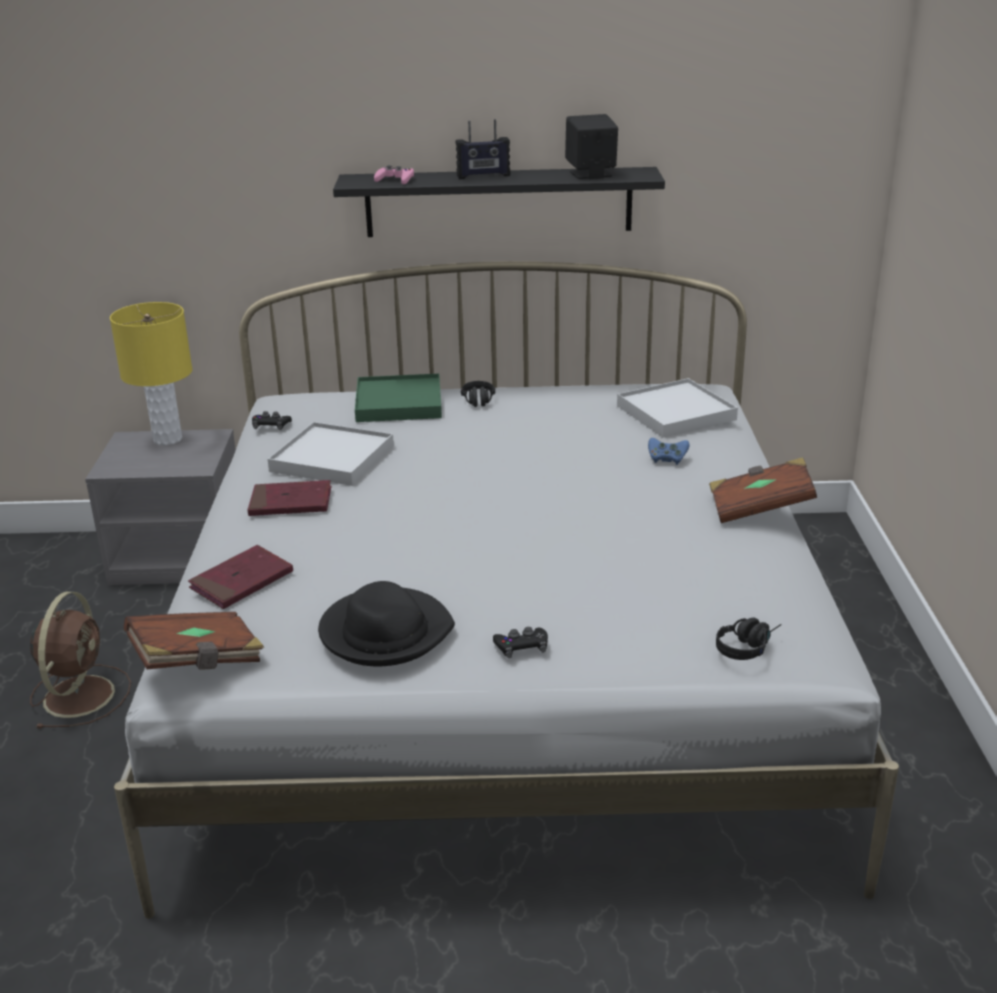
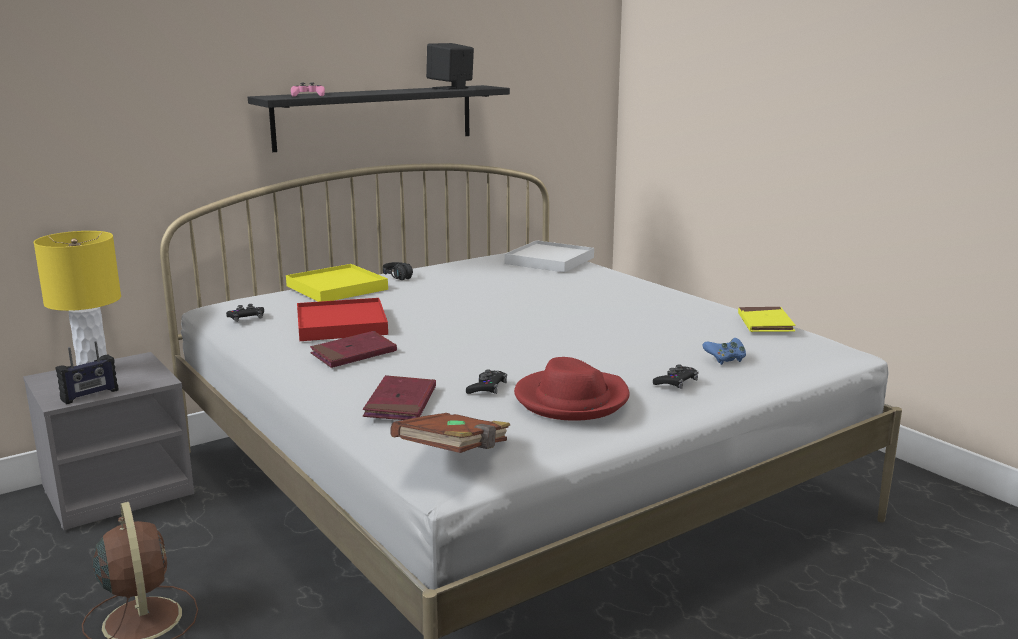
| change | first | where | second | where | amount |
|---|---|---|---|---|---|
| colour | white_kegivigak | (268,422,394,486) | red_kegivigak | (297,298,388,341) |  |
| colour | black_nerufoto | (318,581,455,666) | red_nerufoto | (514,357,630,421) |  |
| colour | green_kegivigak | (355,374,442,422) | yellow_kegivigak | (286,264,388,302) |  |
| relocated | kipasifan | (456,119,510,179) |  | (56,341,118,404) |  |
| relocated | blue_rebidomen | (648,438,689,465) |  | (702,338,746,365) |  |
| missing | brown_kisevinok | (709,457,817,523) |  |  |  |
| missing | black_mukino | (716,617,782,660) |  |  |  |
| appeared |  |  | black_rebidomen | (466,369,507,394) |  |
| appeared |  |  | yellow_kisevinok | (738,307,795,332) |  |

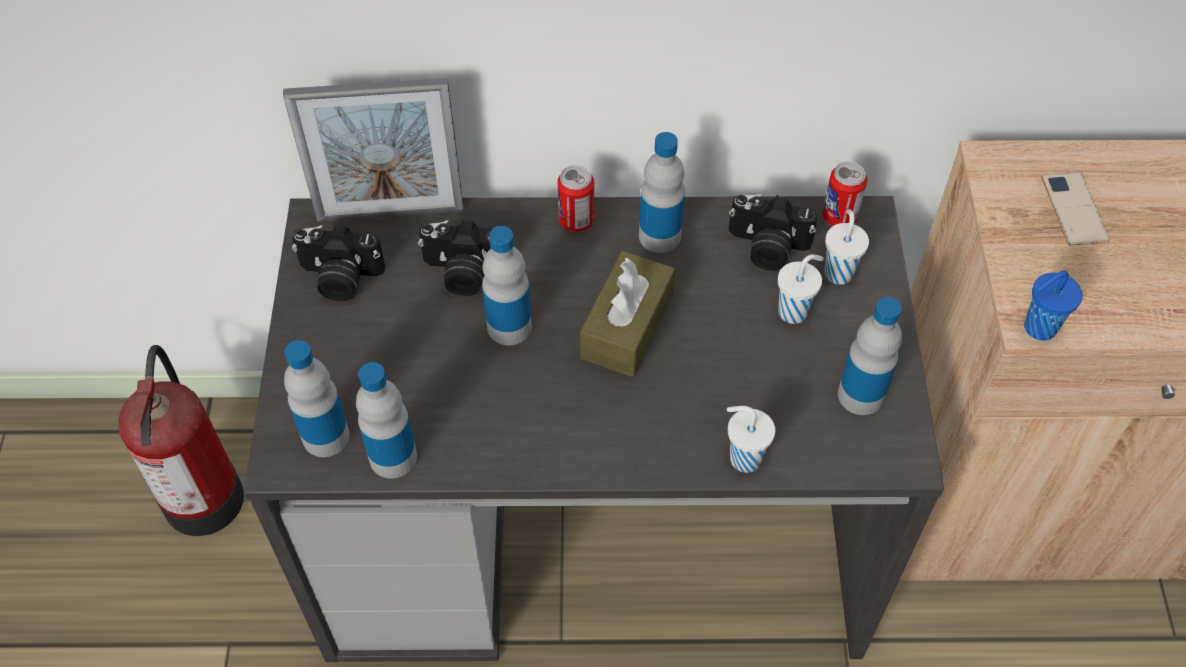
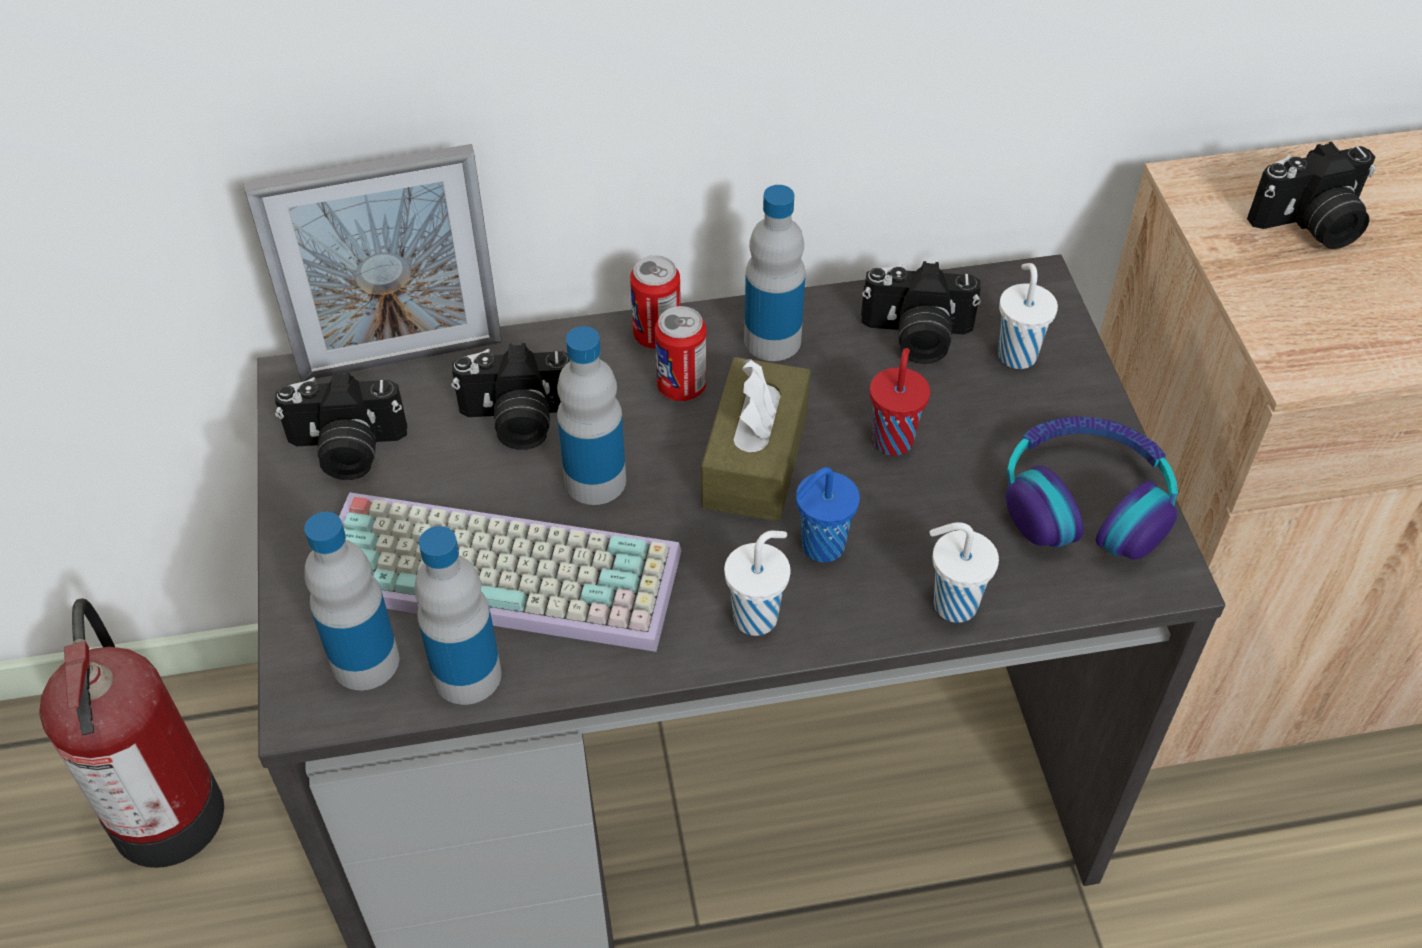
| change | first | where | second | where | amount |
|---|---|---|---|---|---|
| relocated | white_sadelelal | (778,254,824,324) |  | (724,531,790,636) |  |
| relocated | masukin | (822,162,867,226) |  | (655,306,706,401) |  |
| exchanged | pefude | (838,297,902,415) | mukino | (1006,416,1178,560) |  |
| relocated | blue_sadelelal | (1024,271,1083,341) |  | (795,467,860,562) |  |
| exchanged | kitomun | (1042,172,1110,246) | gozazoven | (1247,142,1376,249) |  |
| appeared |  |  | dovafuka | (310,492,682,652) |  |
| appeared |  |  | red_sadelelal | (870,348,930,456) |  |

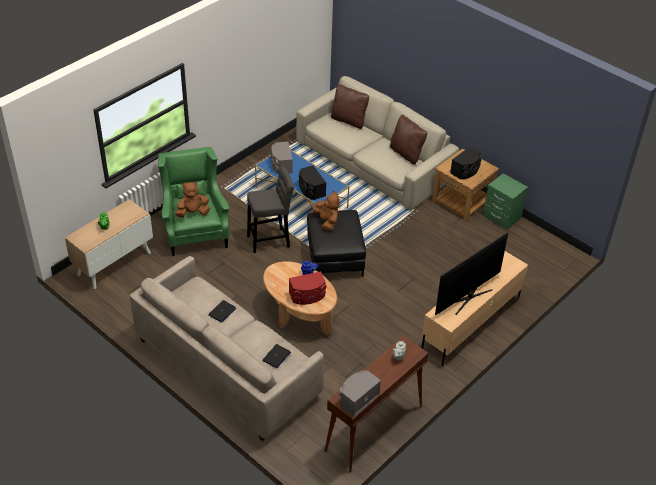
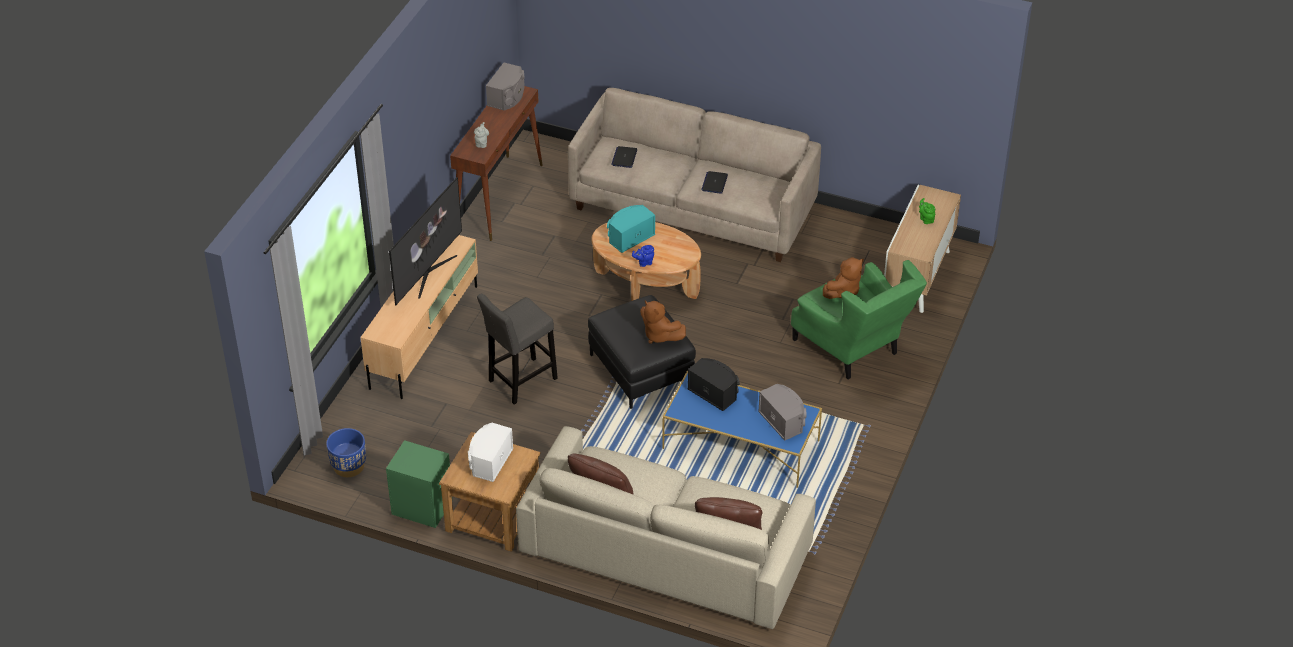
| change | first | where | second | where | amount |
|---|---|---|---|---|---|
| relocated | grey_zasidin | (247,167,294,253) |  | (477,294,558,405) |  |
| colour | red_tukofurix | (289,271,327,305) | turquoise_tukofurix | (607,205,655,253) |  |
| colour | black_tukofurix | (450,146,482,179) | white_tukofurix | (468,423,513,482) |  |
| appeared |  |  | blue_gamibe | (326,428,366,477) |  |

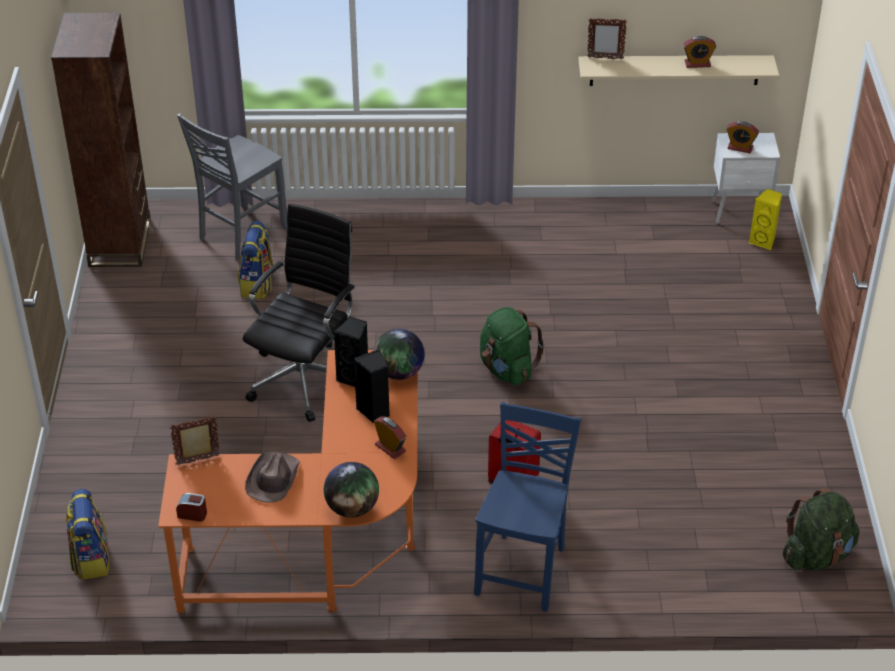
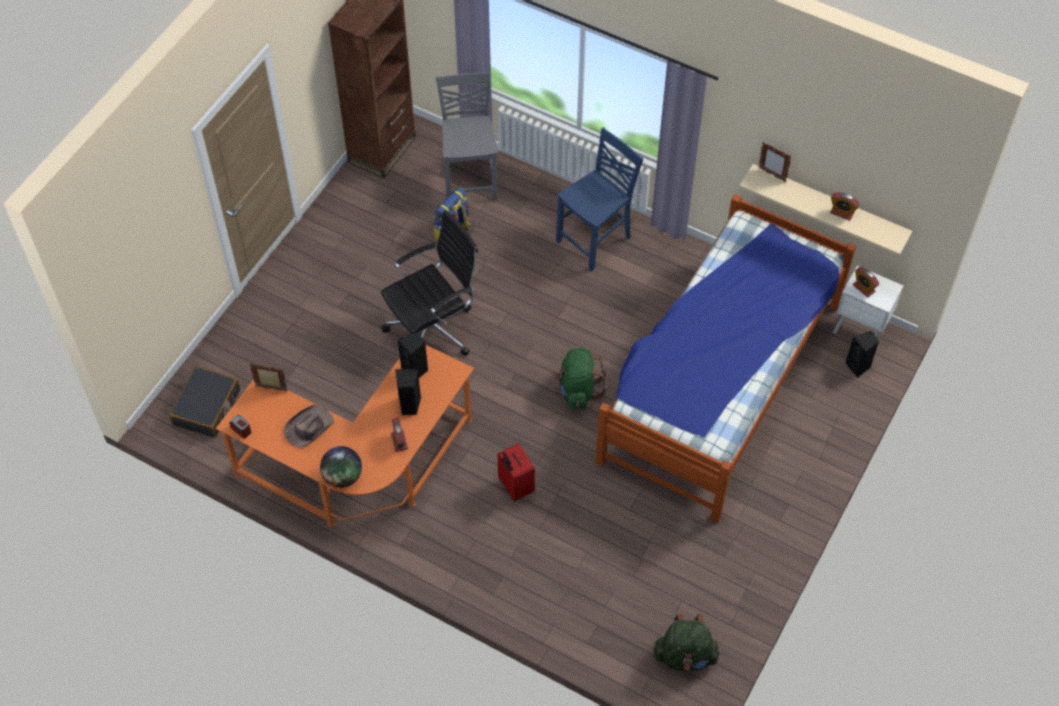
| change | first | where | second | where | amount |
|---|---|---|---|---|---|
| exchanged | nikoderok | (66,489,109,579) | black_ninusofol | (169,366,240,438) |  |
| spun | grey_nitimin | (177,113,288,260) |  | (436,73,498,201) | 105 degrees clockwise |
| missing | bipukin | (374,329,424,380) |  |  |  |
| relocated | blue_nitimin | (474,402,581,612) |  | (556,127,643,271) |  |
| colour | yellow_tukofurix | (749,189,782,250) | black_tukofurix | (846,331,879,378) |  |
| appeared |  |  | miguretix | (595,194,856,523) |  |

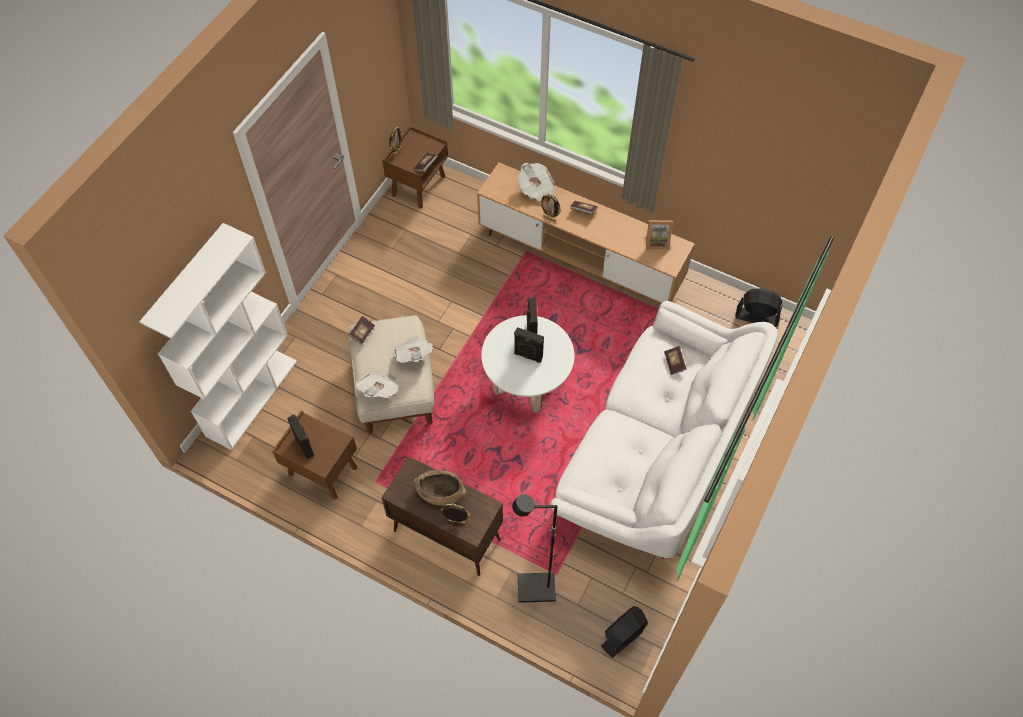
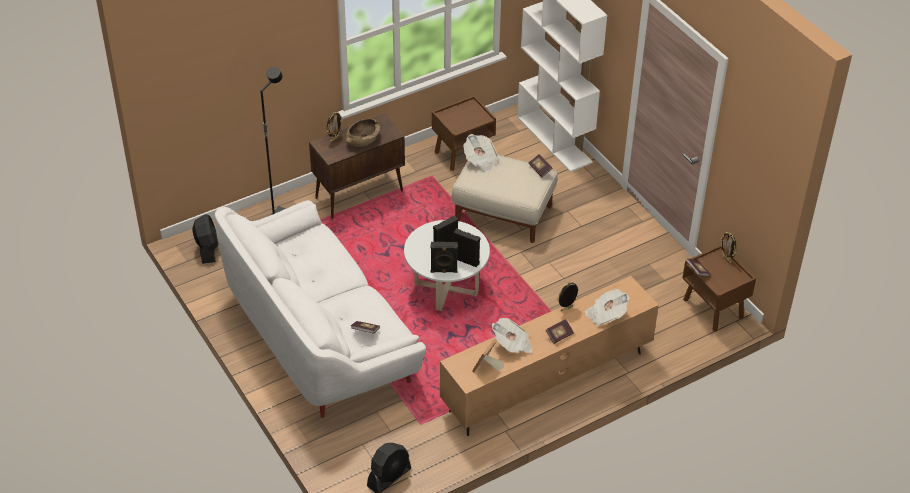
| change | first | where | second | where | amount |
|---|---|---|---|---|---|
| relocated | black_tukofurix | (287,414,314,459) |  | (431,242,458,273) |  |
| relocated | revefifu | (394,336,433,363) |  | (492,318,532,354) |  |

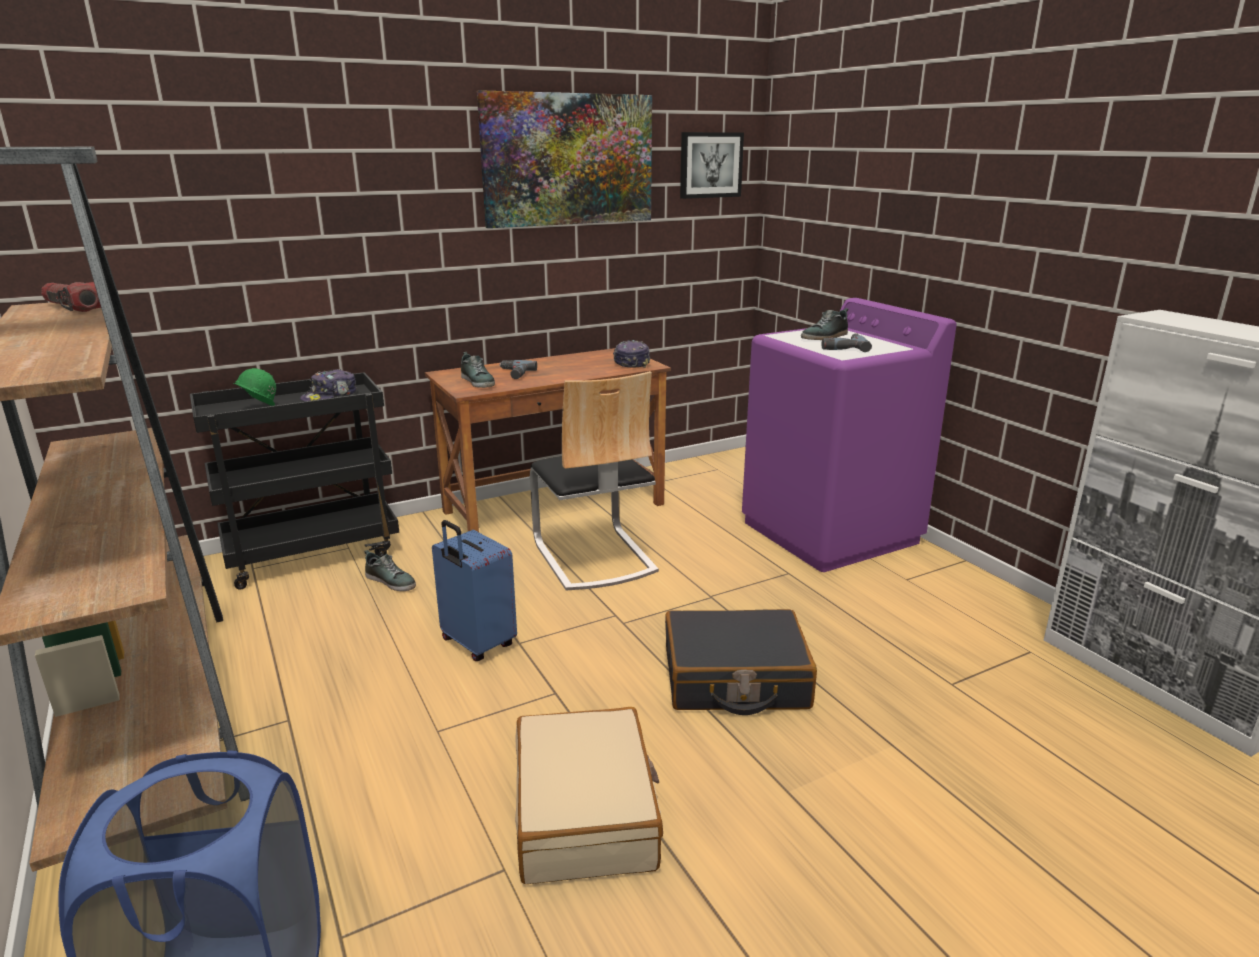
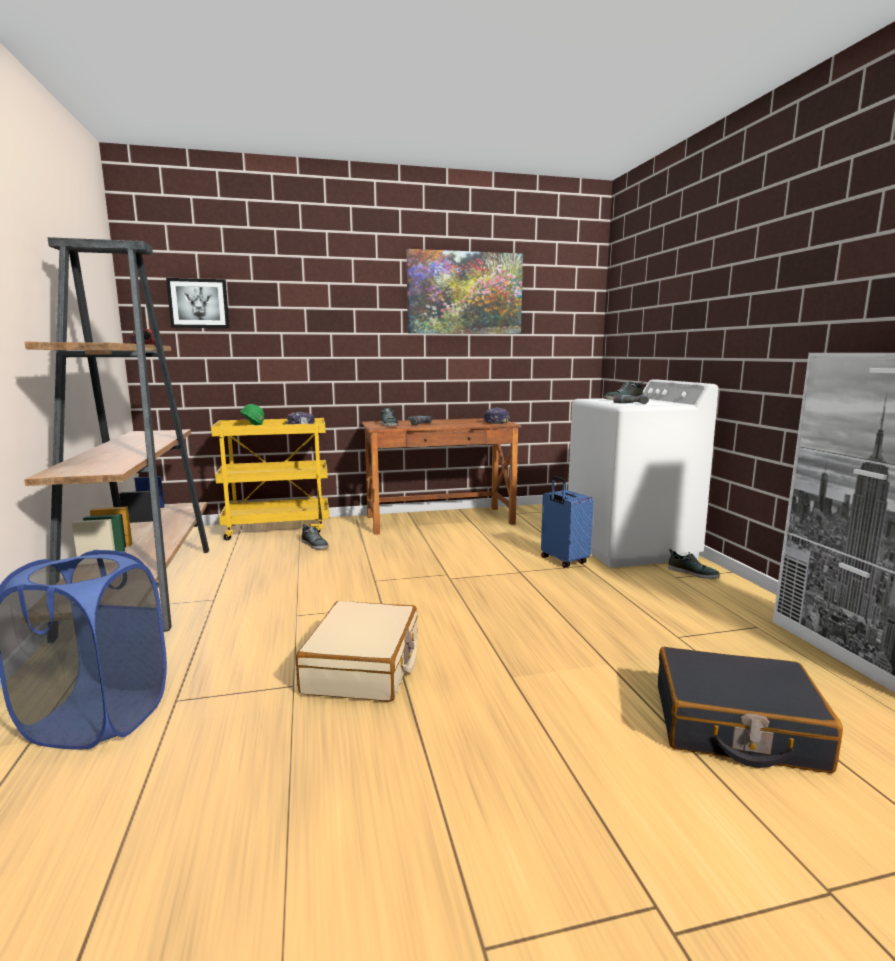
| change | first | where | second | where | amount |
|---|---|---|---|---|---|
| colour | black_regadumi | (190,372,399,590) | yellow_regadumi | (211,418,330,540) |  |
| relocated | blue_ninusofol | (432,520,517,661) |  | (541,476,594,568) |  |
| missing | nitimin | (530,371,659,591) |  |  |  |
| relocated | black_ninusofol | (665,609,817,715) |  | (658,647,843,773) |  |
| relocated | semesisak | (680,132,744,199) |  | (166,278,229,328) |  |
| colour | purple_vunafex | (742,298,957,572) | white_vunafex | (568,379,719,568) |  |
| appeared |  |  | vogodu | (668,549,720,579) |  |

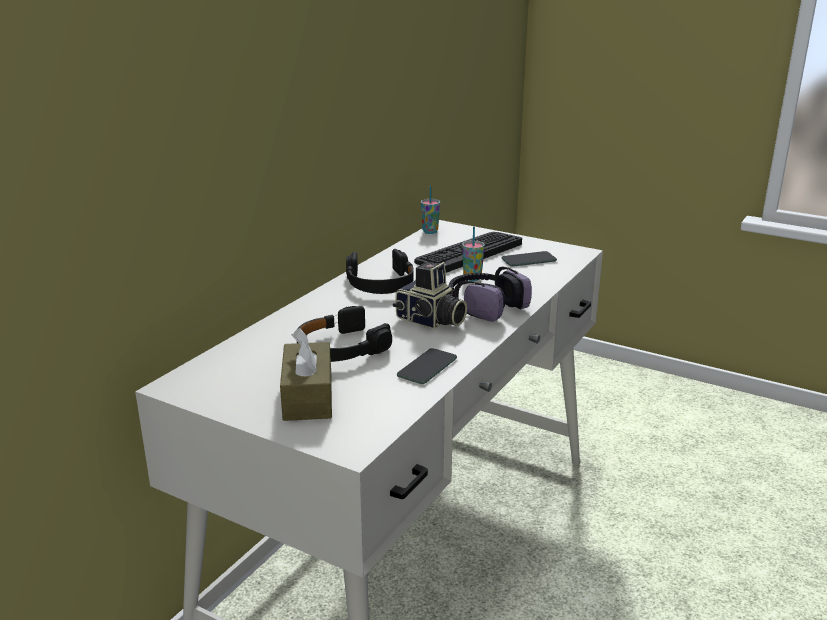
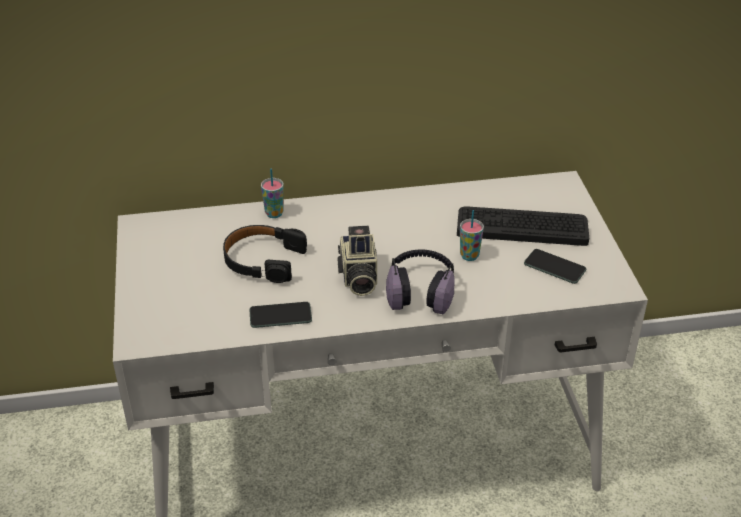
| change | first | where | second | where | amount |
|---|---|---|---|---|---|
| missing | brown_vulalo | (280,328,332,421) |  |  |  |
| missing | black_mukino | (346,249,414,294) |  |  |  |
| relocated | sadelelal | (421,186,440,234) |  | (261,169,284,218) |  |

